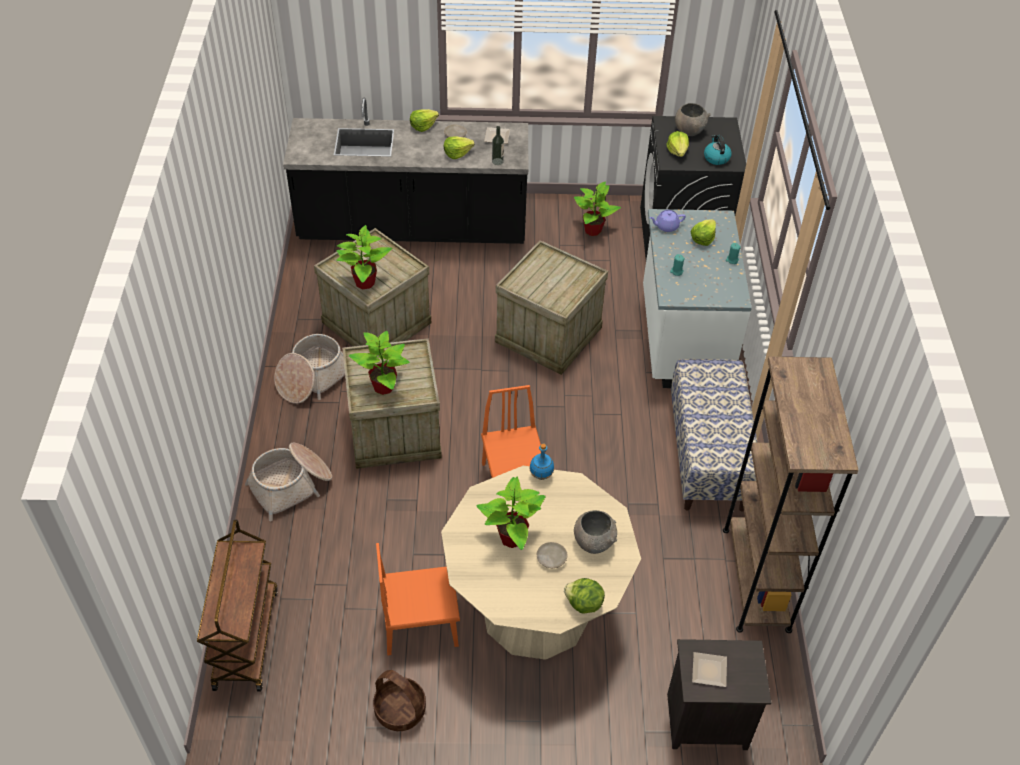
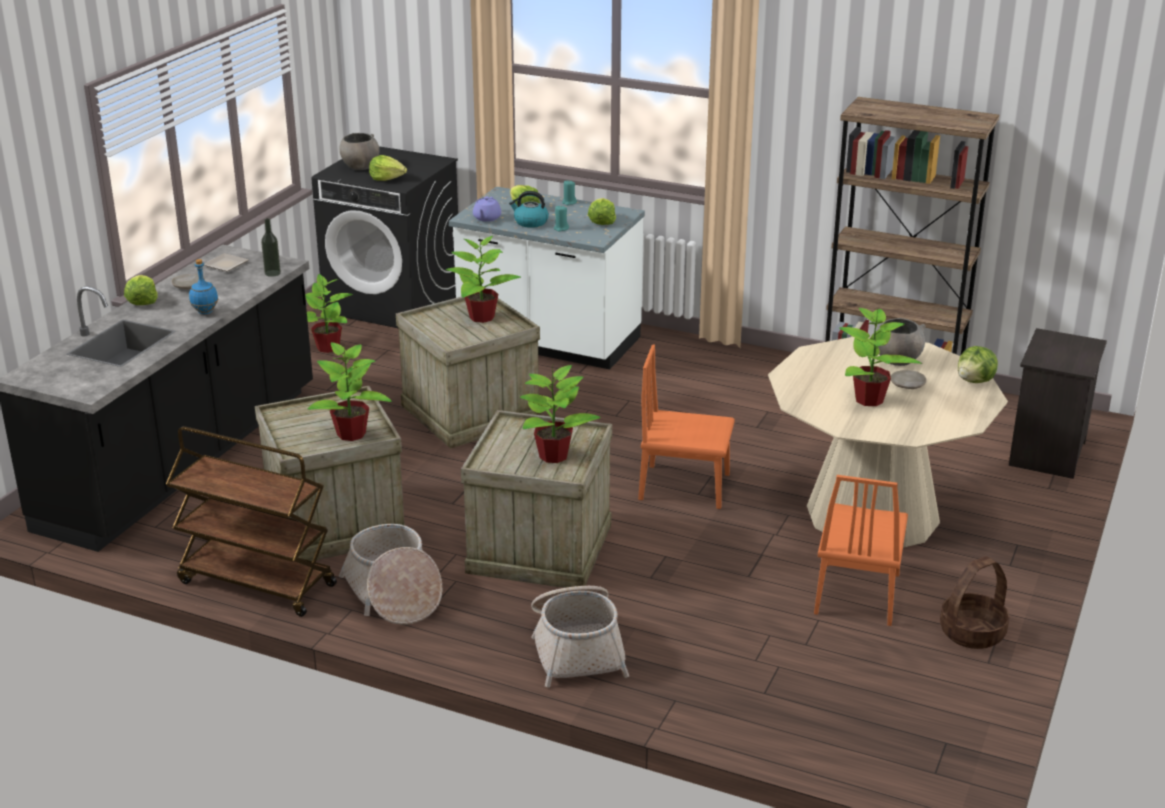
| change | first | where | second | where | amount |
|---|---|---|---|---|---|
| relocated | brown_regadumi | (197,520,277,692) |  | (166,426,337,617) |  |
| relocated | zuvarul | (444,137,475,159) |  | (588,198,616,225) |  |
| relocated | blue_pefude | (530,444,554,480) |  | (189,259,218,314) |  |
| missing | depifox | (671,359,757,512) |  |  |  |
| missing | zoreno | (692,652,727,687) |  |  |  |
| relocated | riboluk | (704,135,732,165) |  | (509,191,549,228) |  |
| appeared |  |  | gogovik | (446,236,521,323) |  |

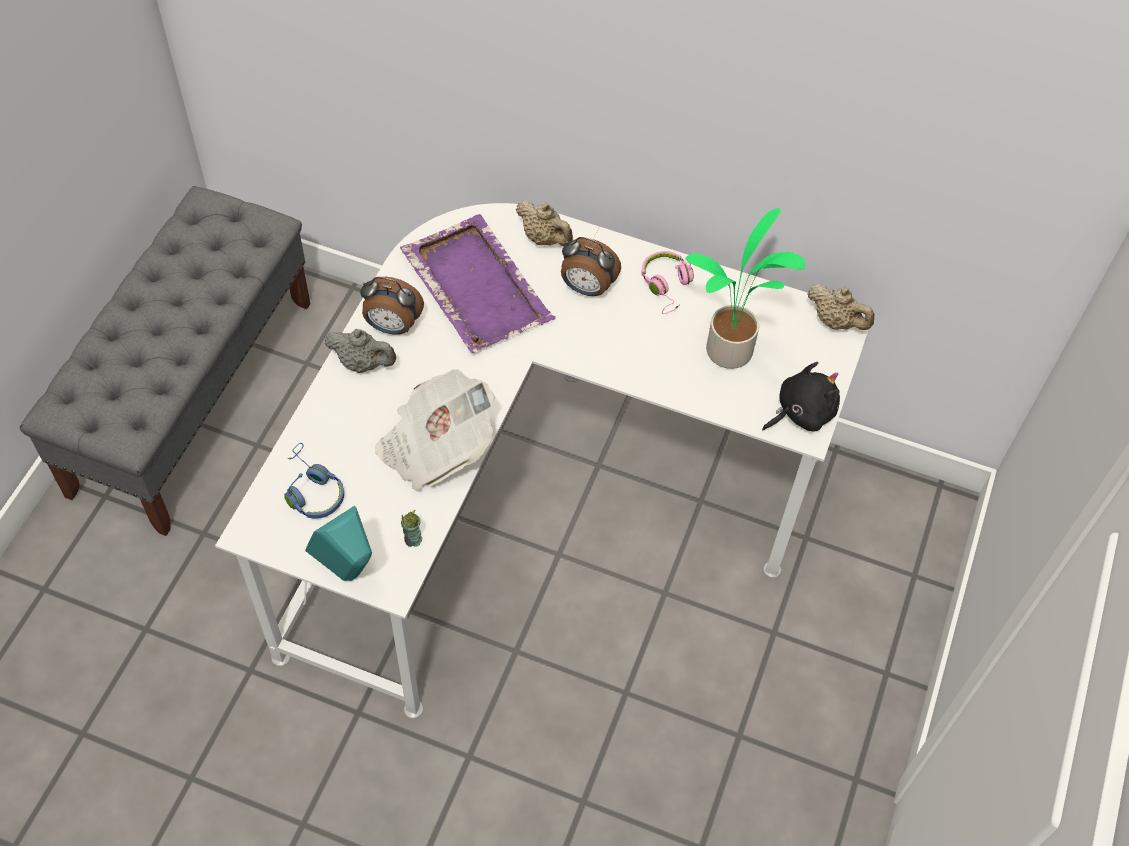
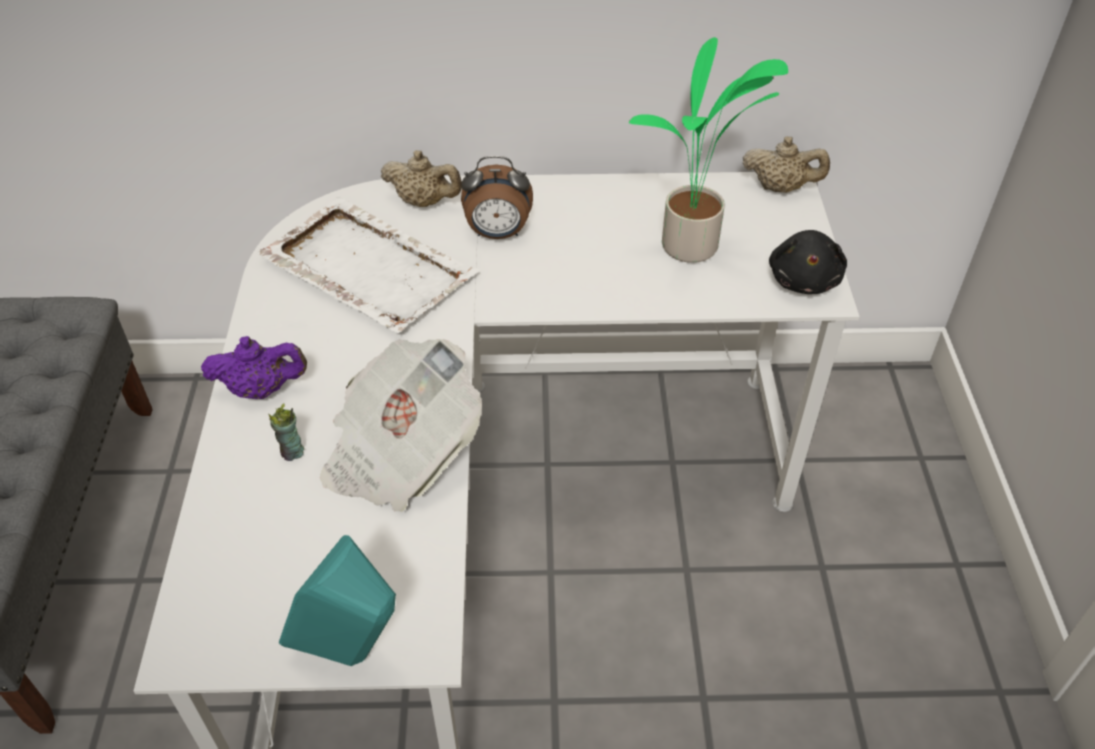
| change | first | where | second | where | amount |
|---|---|---|---|---|---|
| missing | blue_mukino | (284,443,344,519) |  |  |  |
| colour | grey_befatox | (325,329,396,373) | purple_befatox | (201,336,307,399) |  |
| missing | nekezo | (360,277,424,335) |  |  |  |
| colour | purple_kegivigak | (400,214,556,353) | white_kegivigak | (257,197,479,333) |  |
| relocated | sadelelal | (401,510,422,547) |  | (269,404,304,461) |  |
| missing | pink_mukino | (642,251,694,314) |  |  |  |
| spun | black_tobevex | (762,362,840,431) |  | (769,230,847,294) | 150 degrees clockwise |

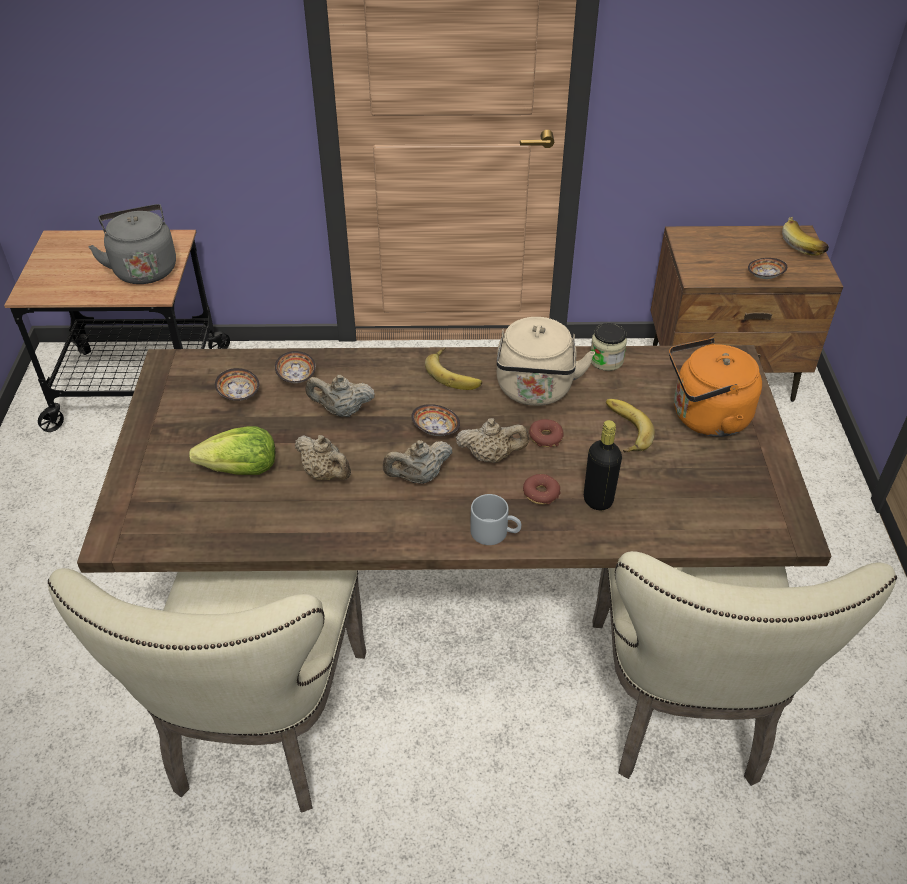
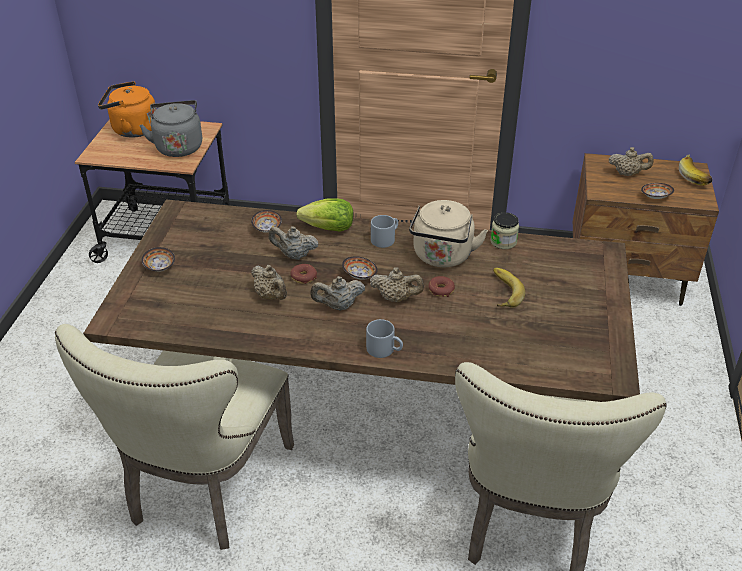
| change | first | where | second | where | amount |
|---|---|---|---|---|---|
| relocated | zuvarul | (189,426,275,475) |  | (296,198,353,232) |  |
| relocated | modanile | (215,368,259,401) |  | (142,247,175,272) |  |
| exchanged | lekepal | (425,347,482,390) | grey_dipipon | (371,215,398,248) |  |
| relocated | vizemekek | (523,474,561,505) |  | (290,264,317,284) |  |
| missing | black_pefude | (584,420,622,510) |  |  |  |
| relocated | orange_riboluk | (669,337,762,437) |  | (98,81,156,138) |  |
| appeared |  |  | beige_befatox | (609,147,654,176) |  |

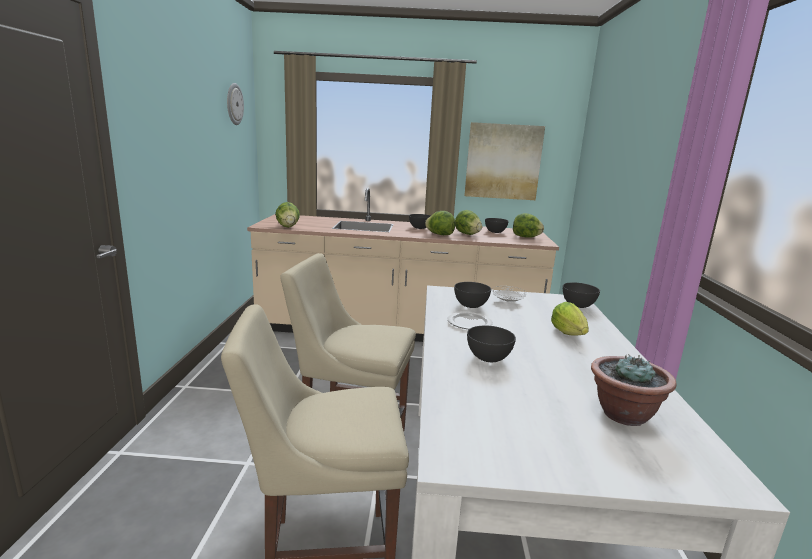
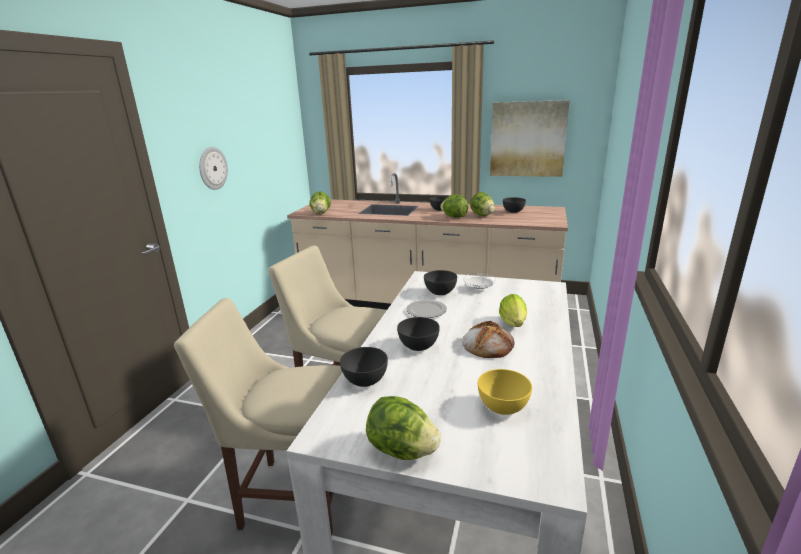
| change | first | where | second | where | amount |
|---|---|---|---|---|---|
| relocated | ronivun | (227,83,244,125) |  | (199,147,228,190) |  |
| relocated | zuvarul | (513,213,544,238) |  | (366,396,441,460) |  |
| relocated | grey_modanile | (563,282,600,308) |  | (340,347,388,387) |  |
| exchanged | gogovik | (591,354,677,426) | yellow_modanile | (478,369,532,415) |  |
| appeared |  |  | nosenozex | (462,321,514,358) |  |

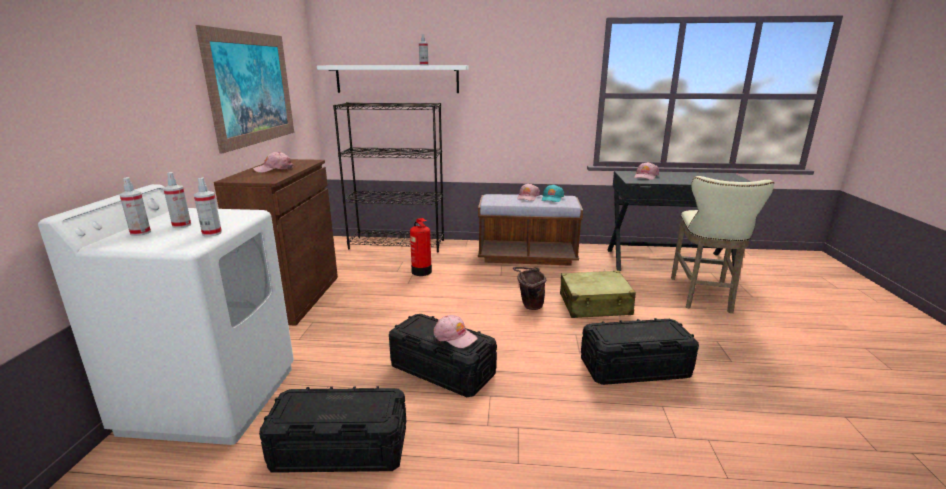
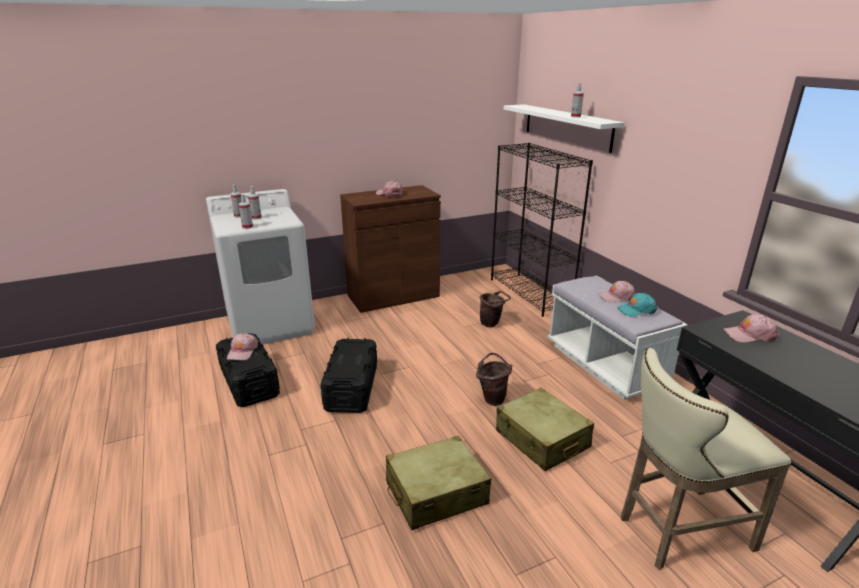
| change | first | where | second | where | amount |
|---|---|---|---|---|---|
| missing | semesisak | (195,25,294,154) |  |  |  |
| exchanged | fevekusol | (410,218,432,276) | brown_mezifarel | (480,291,511,327) |  |
| relocated | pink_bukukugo | (434,315,478,348) |  | (227,333,259,360) |  |
| colour | brown_depifox | (478,194,583,266) | white_depifox | (547,276,688,400) |  |
| exchanged | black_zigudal | (581,318,699,385) | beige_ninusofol | (386,436,491,530) |  |

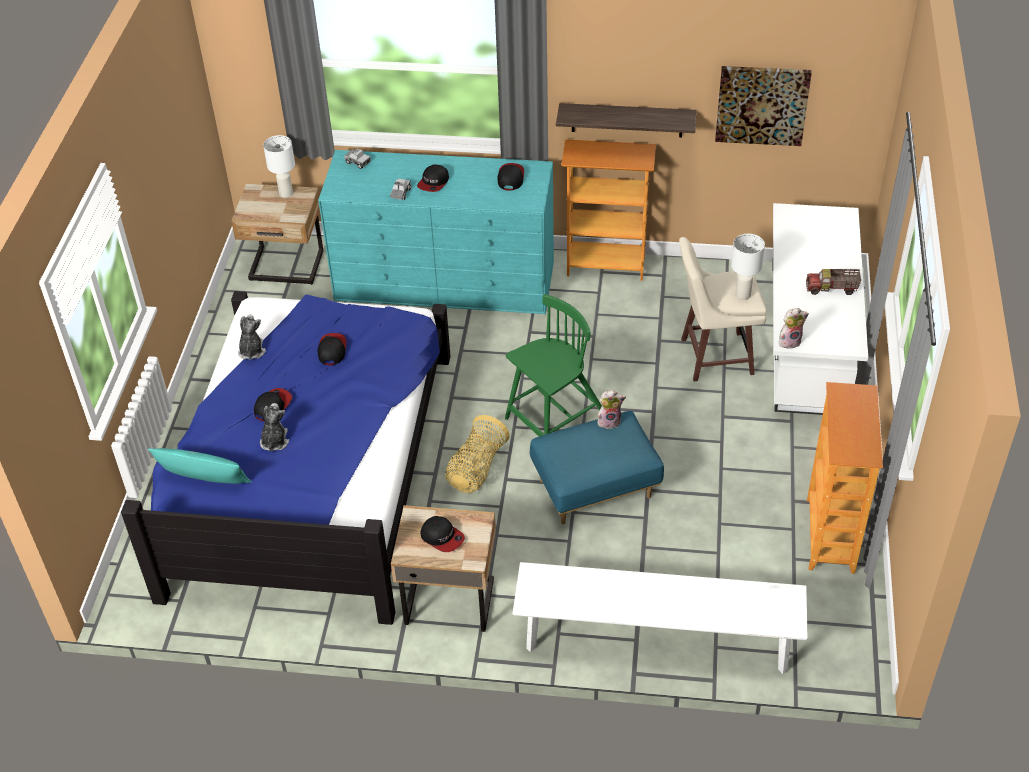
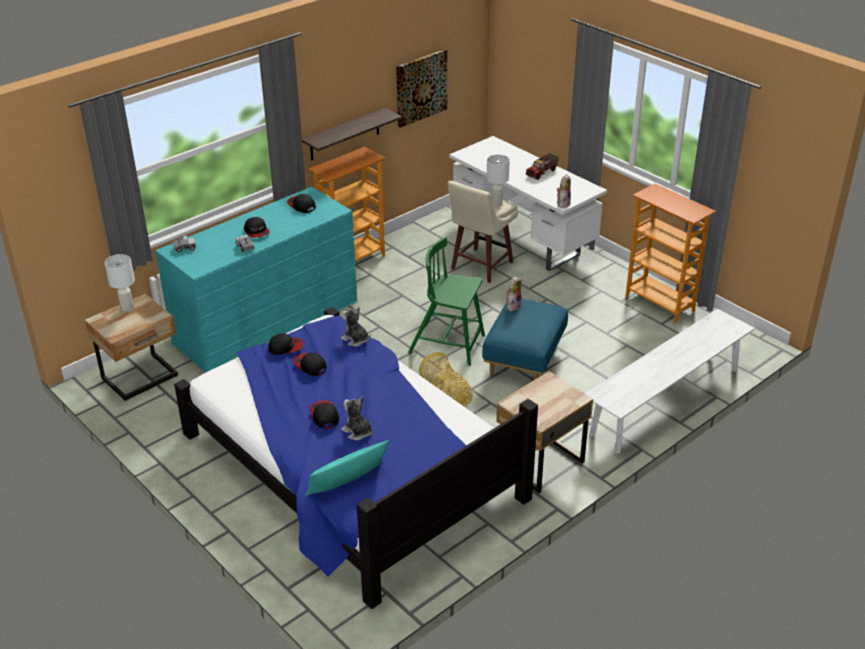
| change | first | where | second | where | amount |
|---|---|---|---|---|---|
| relocated | tobevex | (238,314,266,360) |  | (341,307,370,347) |  |
| relocated | bukukugo | (420,516,465,552) |  | (268,334,303,355) |  |
| spun | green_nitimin | (505,294,602,437) |  | (408,237,485,366) | 75 degrees counterclockwise |

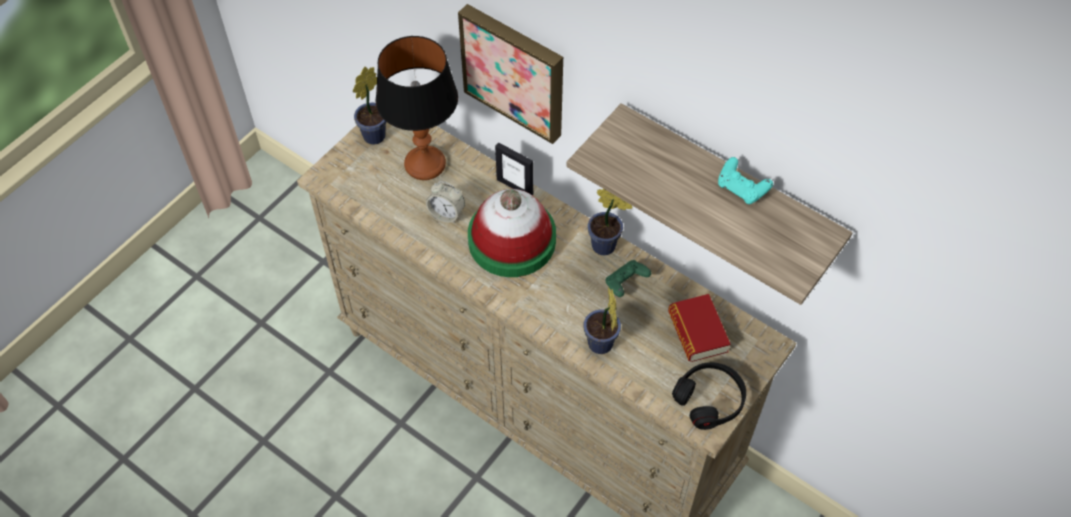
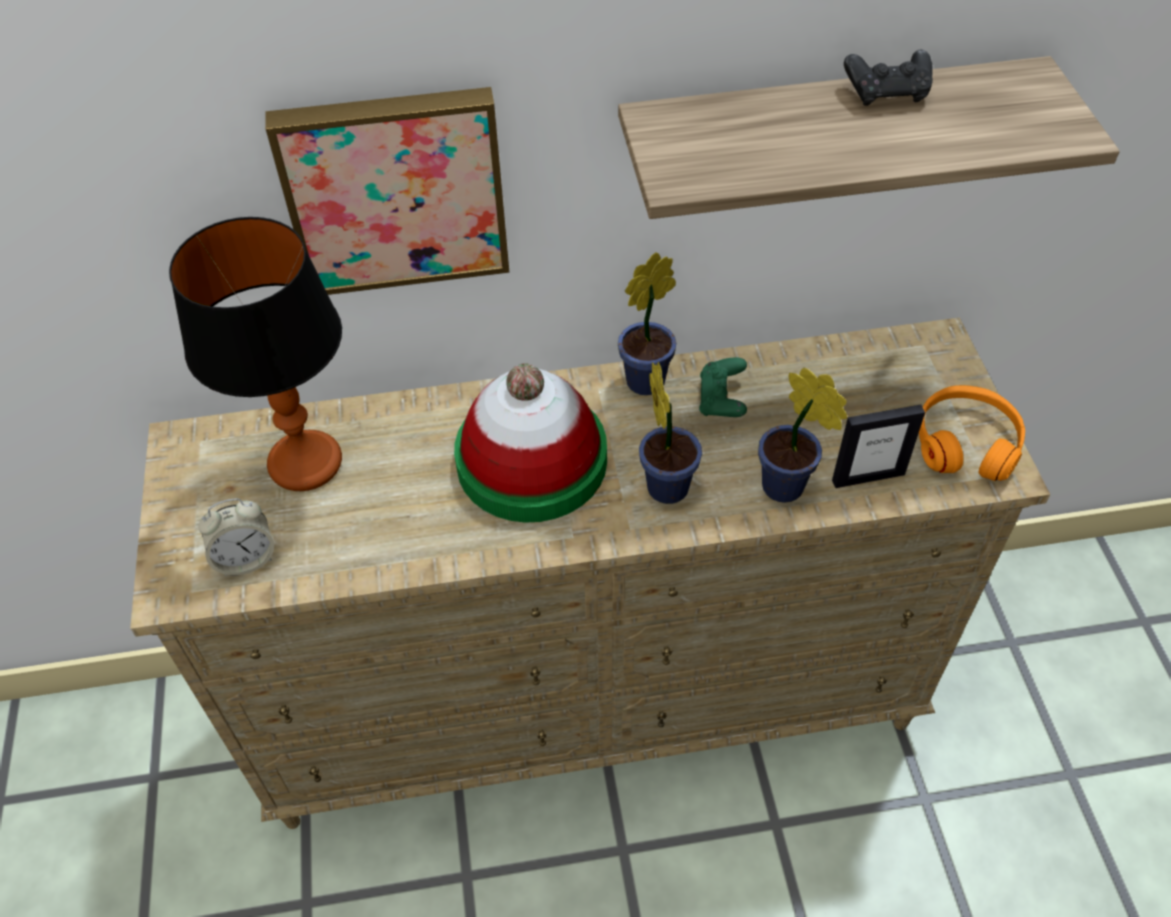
| change | first | where | second | where | amount |
|---|---|---|---|---|---|
| relocated | gogovik | (353,67,386,145) |  | (639,362,702,504) |  |
| relocated | nekezo | (426,181,465,223) |  | (199,498,274,576) |  |
| relocated | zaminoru | (495,142,533,195) |  | (832,404,925,488) |  |
| missing | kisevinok | (668,294,731,362) |  |  |  |
| colour | black_mukino | (672,362,746,430) | orange_mukino | (919,385,1025,481) |  |
| colour | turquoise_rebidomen | (718,157,773,204) | black_rebidomen | (844,50,933,106) |  |

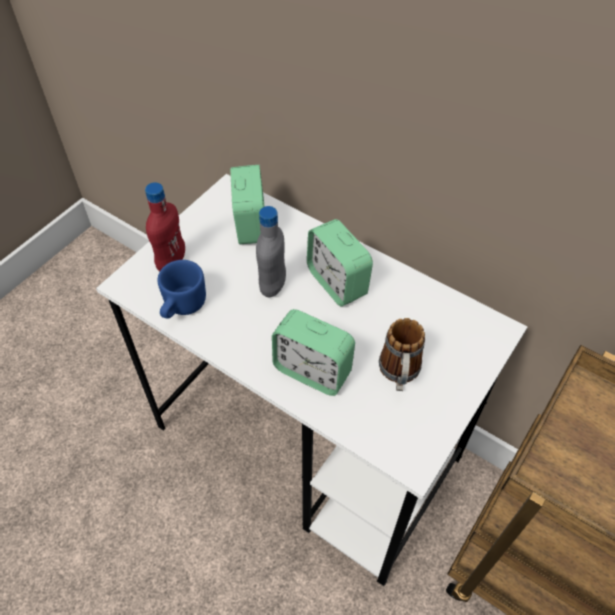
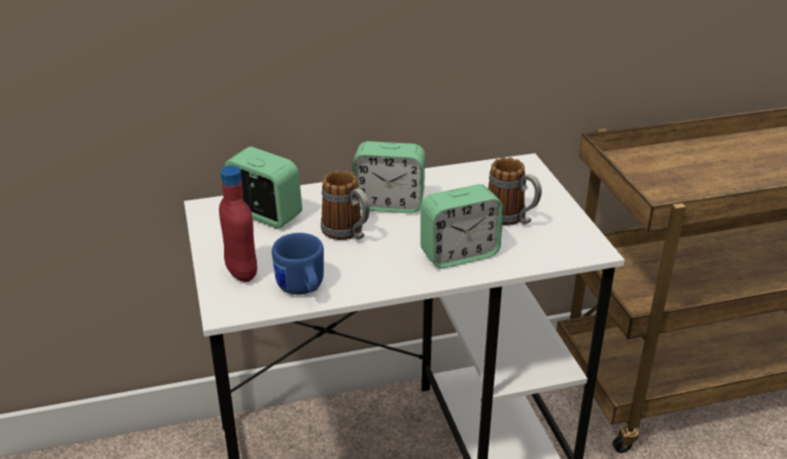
| change | first | where | second | where | amount |
|---|---|---|---|---|---|
| exchanged | grey_pefude | (256,206,286,297) | dipipon | (321,170,370,240) |  |

